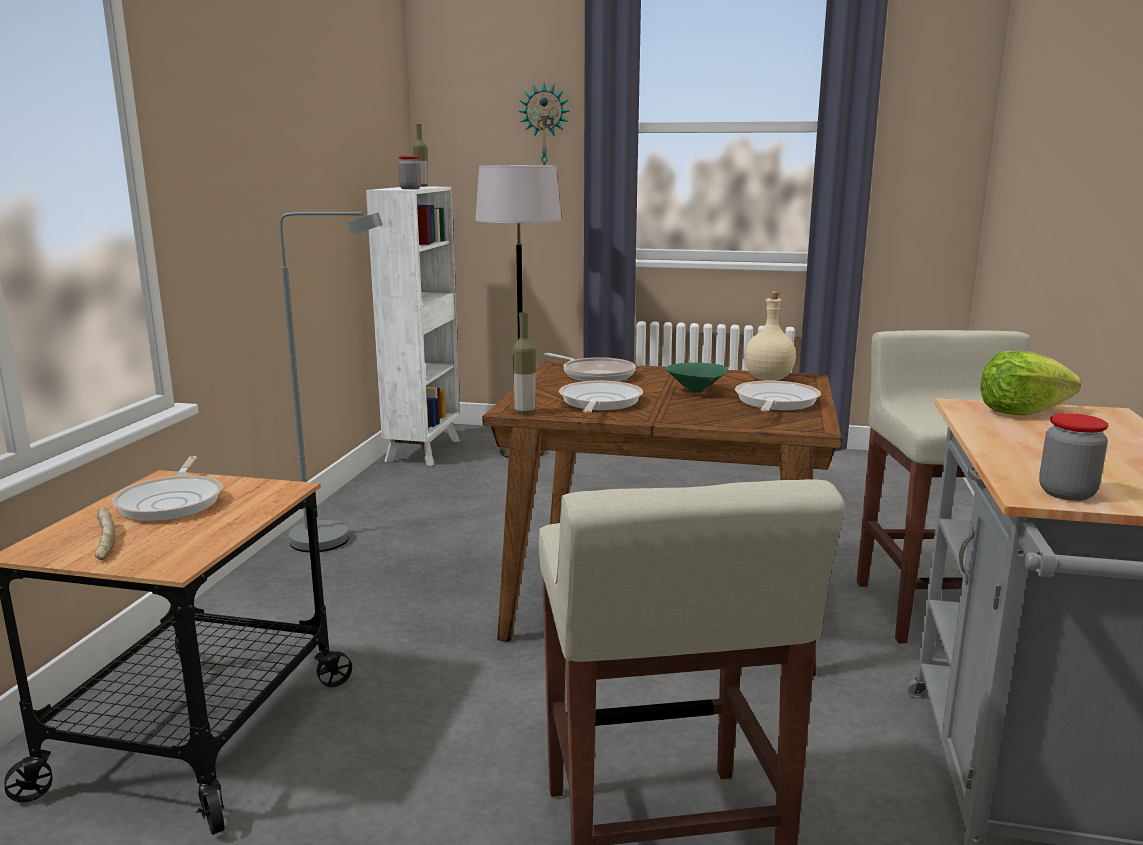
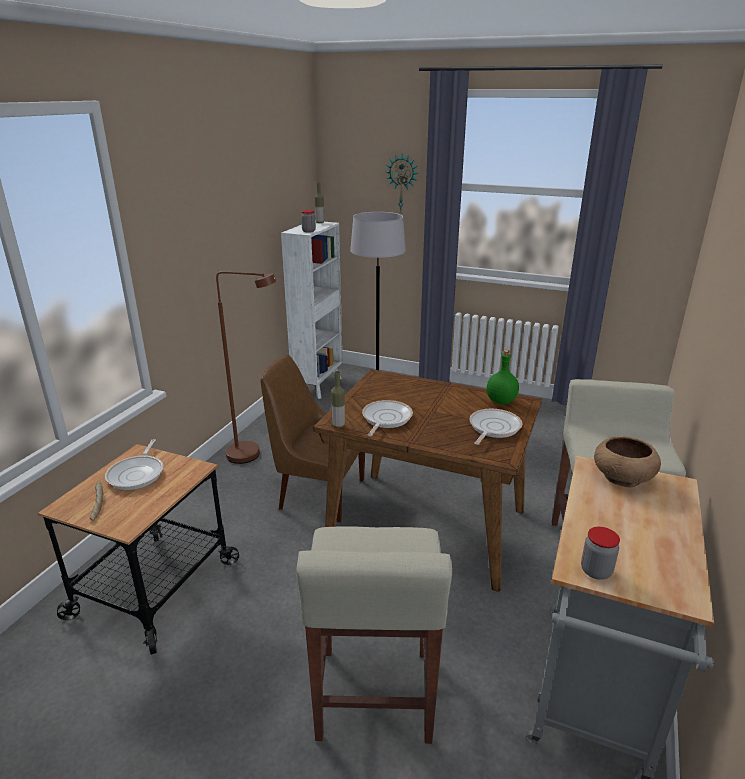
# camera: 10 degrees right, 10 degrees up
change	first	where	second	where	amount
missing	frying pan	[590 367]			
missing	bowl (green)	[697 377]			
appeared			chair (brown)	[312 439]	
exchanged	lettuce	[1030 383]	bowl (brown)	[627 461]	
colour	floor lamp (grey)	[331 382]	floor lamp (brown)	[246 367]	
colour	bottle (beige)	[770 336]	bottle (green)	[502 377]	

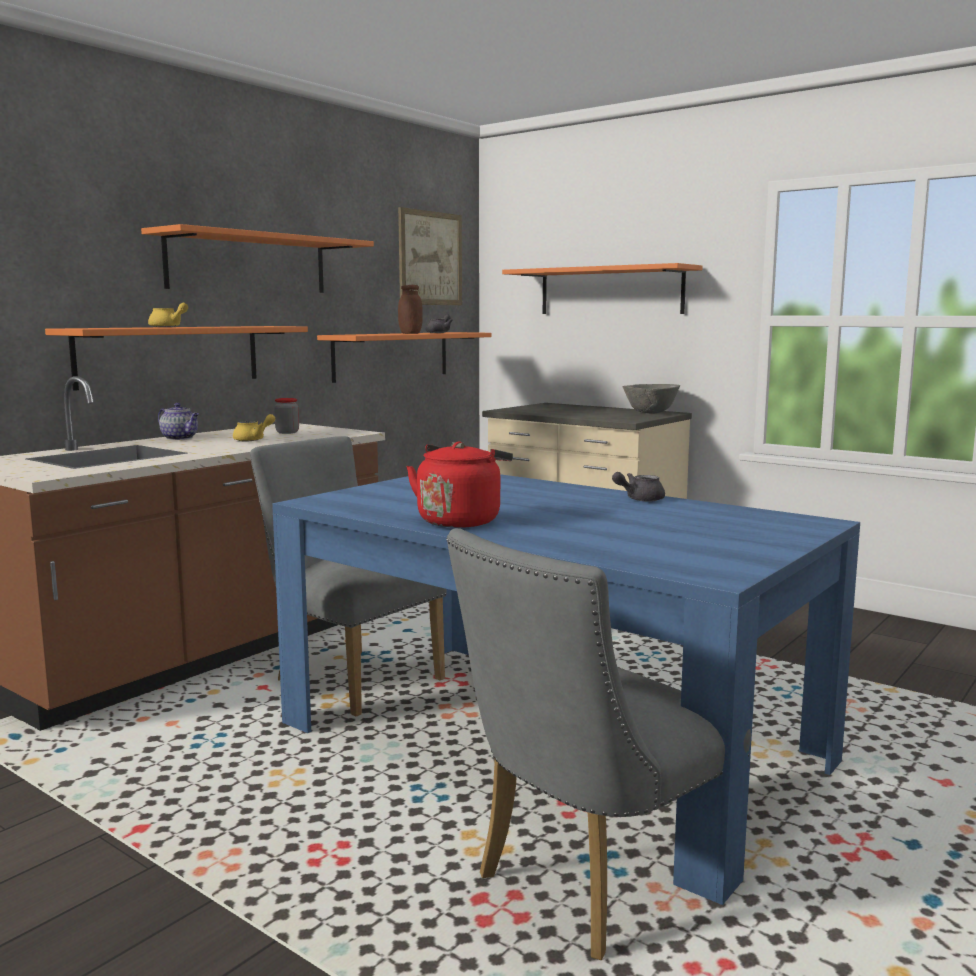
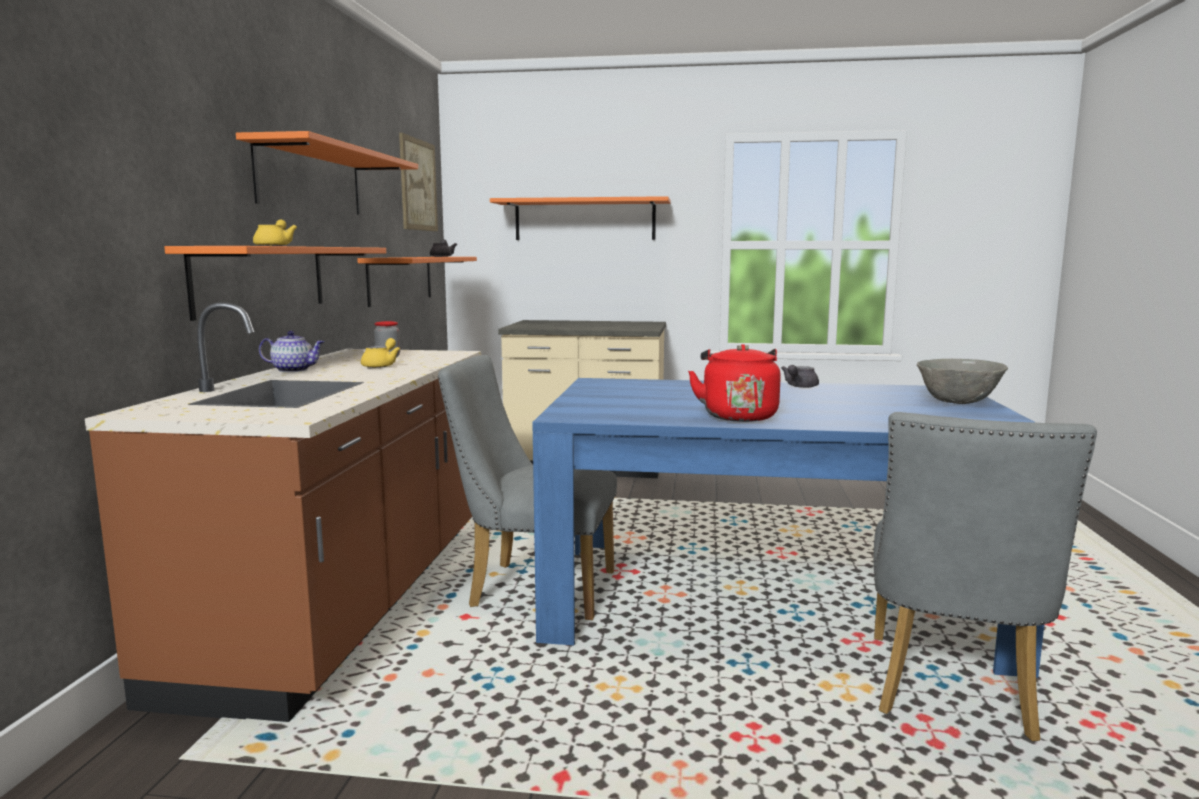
# camera: 30 degrees left, 0 degrees up
change	first	where	second	where	amount
missing	jar (brown)	[410 309]			
relocated	bowl (grey)	[651 398]		[962 381]	

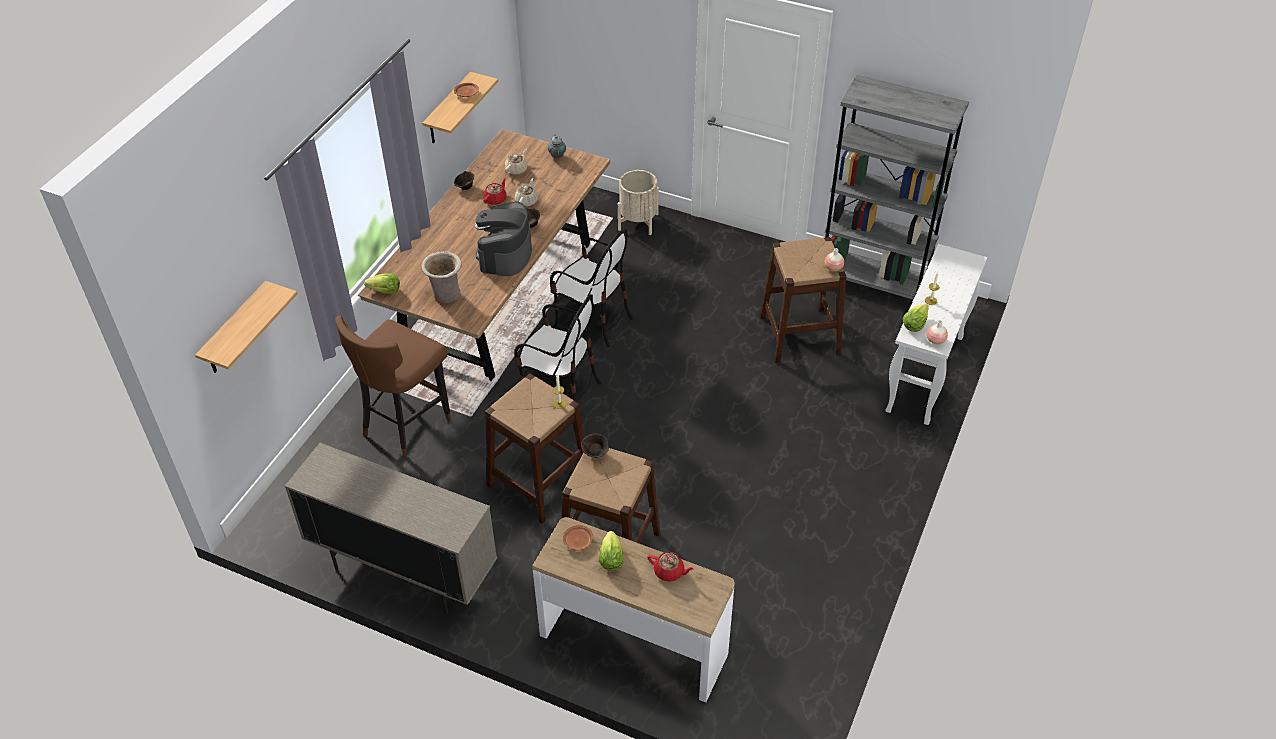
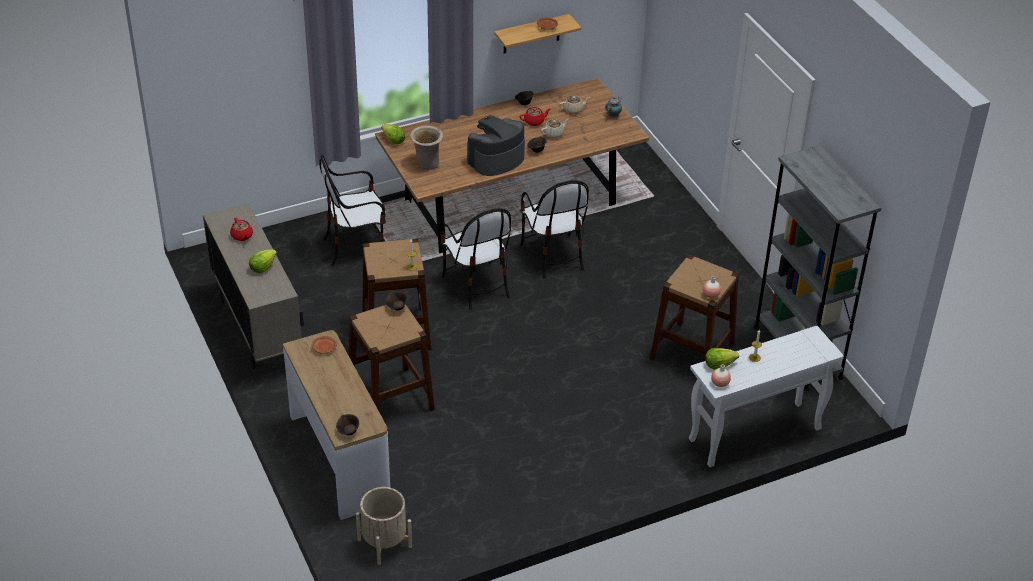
# camera: 40 degrees right, 5 degrees down
change	first	where	second	where	amount
missing	shelf	[246 327]			
appeared			bowl (brown)	[347 424]	
relocated	lettuce	[611 551]		[263 261]	
relocated	planter (beige)	[638 202]		[384 526]	
relocated	teapot (red)	[670 567]		[241 229]	
exchanged	stool (brown)	[393 386]	chair	[352 210]	

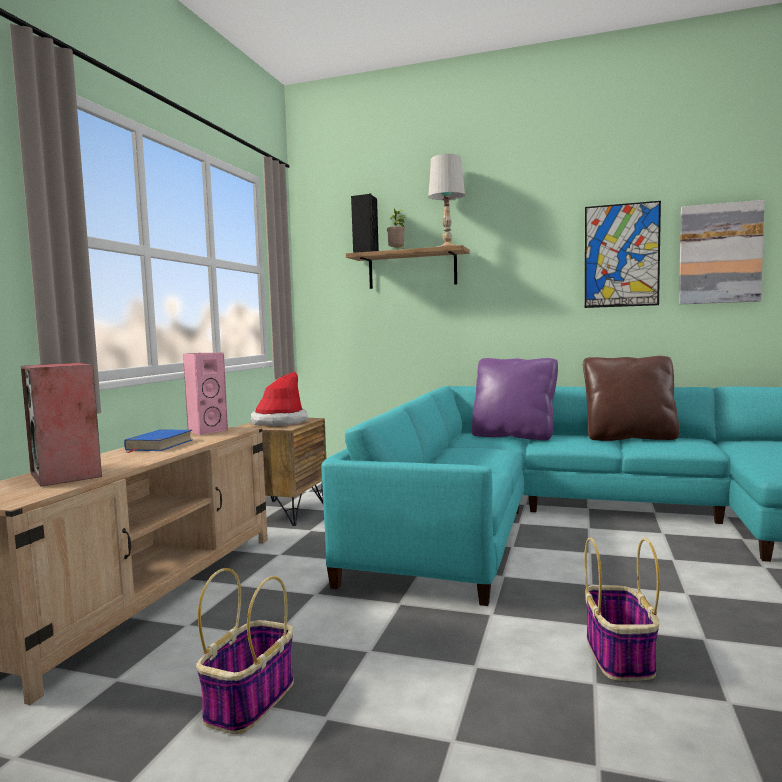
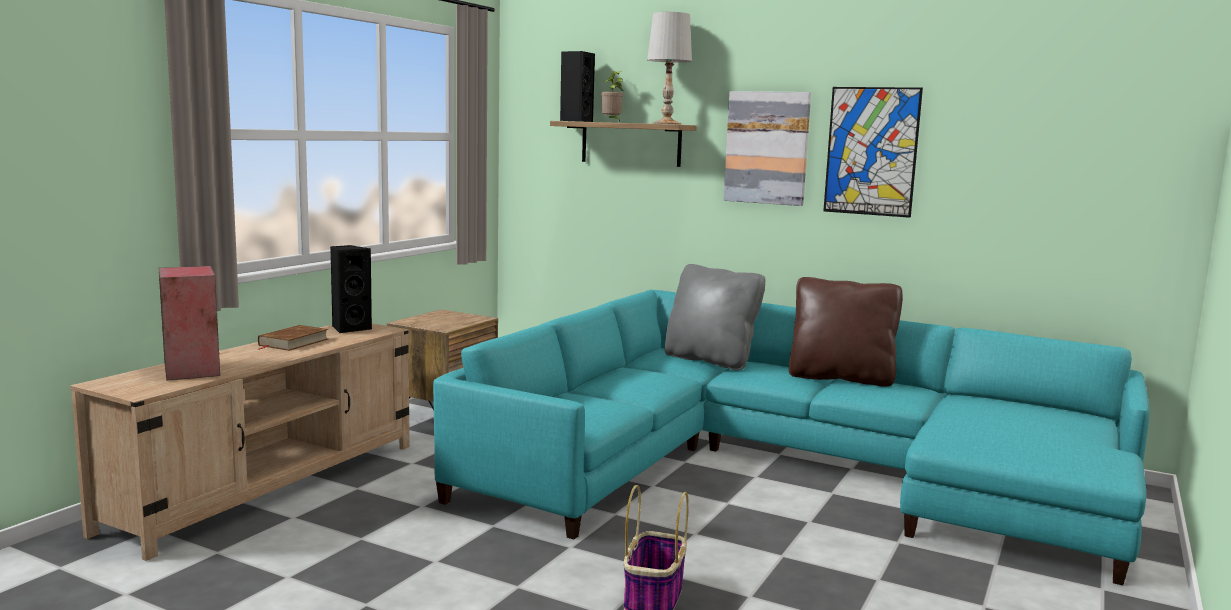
# camera: 10 degrees right, 5 degrees up
change	first	where	second	where	amount
missing	basket	[245 651]			
missing	hat	[279 398]			
relocated	picture	[722 252]		[767 148]	
colour	book (blue)	[158 441]	book (brown)	[293 338]	
colour	speaker (pink)	[205 393]	speaker (black)	[351 289]	
colour	pillow (purple)	[514 399]	pillow (grey)	[714 317]	

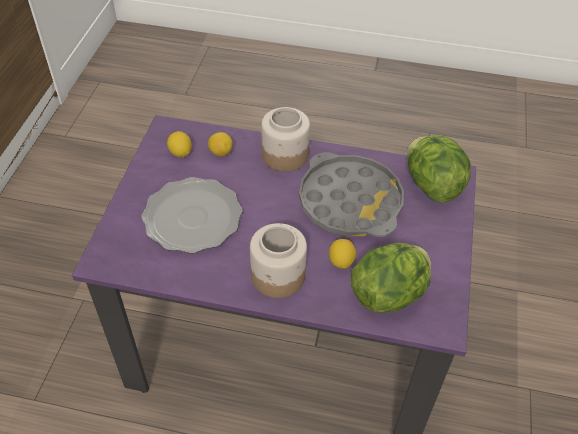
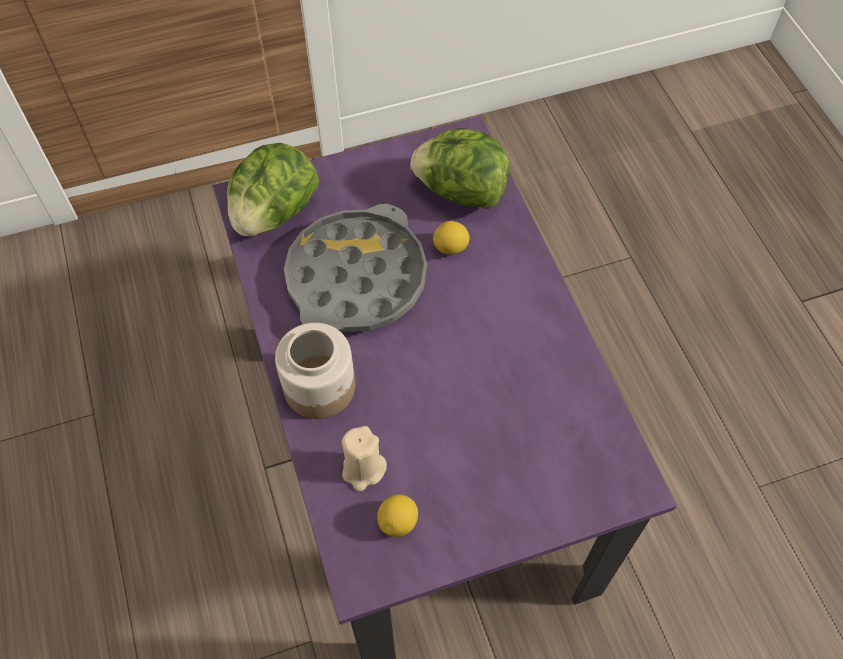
# camera: 120 degrees left, 10 degrees up
change	first	where	second	where	amount
missing	plate	[191 215]			
missing	jar	[278 260]			
exchanged	lemon	[220 144]	candle (beige)	[364 458]	

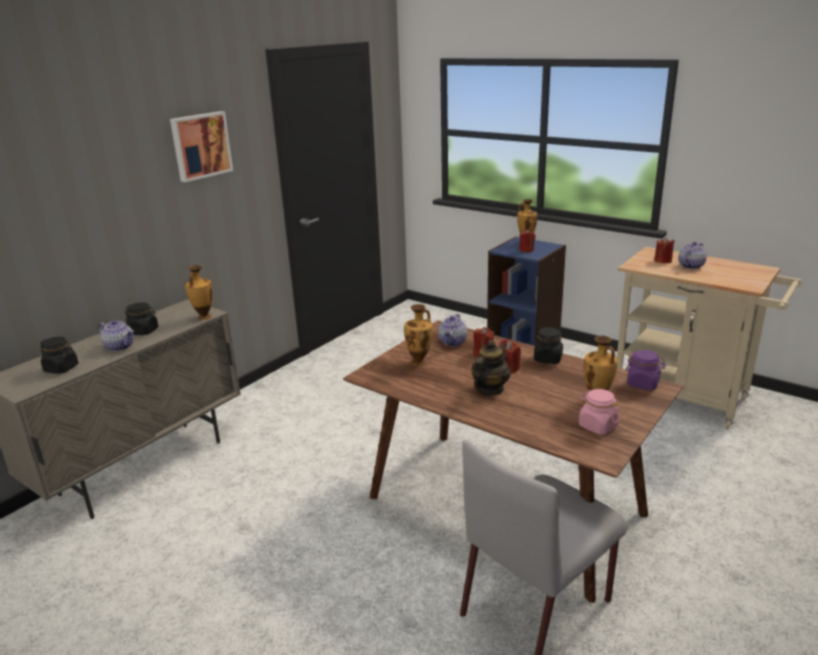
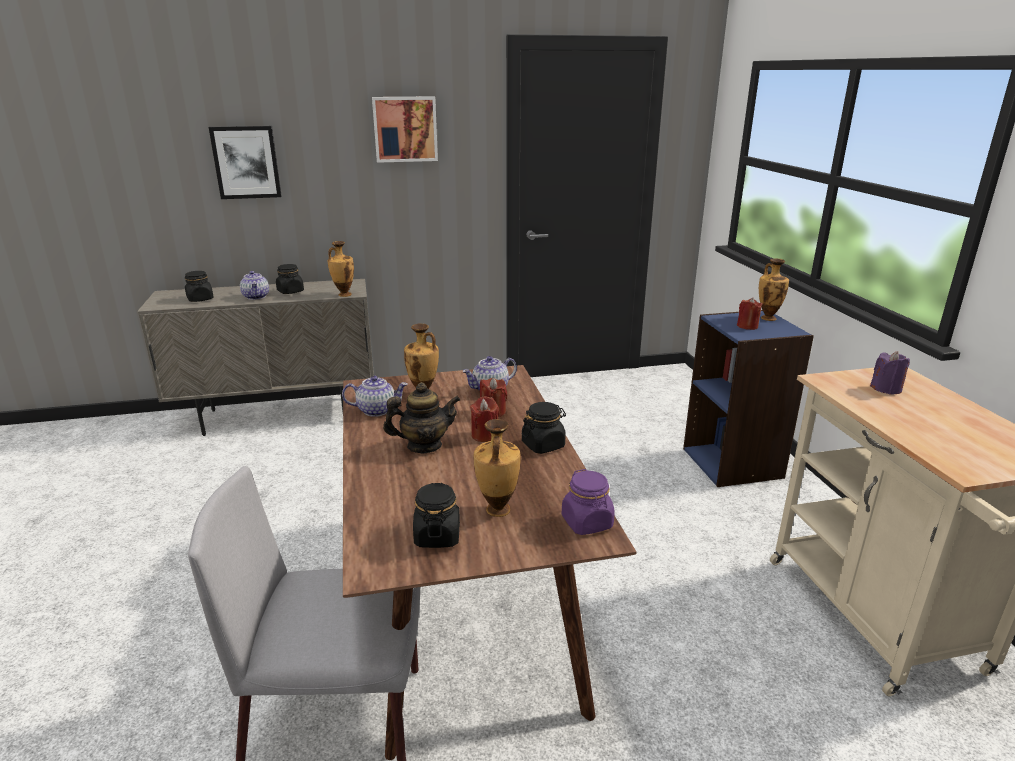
# camera: 40 degrees right, 0 degrees up
change	first	where	second	where	amount
appeared			picture	[245 162]	
relocated	teapot	[693 255]		[375 396]	
colour	jar (pink)	[599 412]	jar (black)	[436 515]	
colour	candle (red)	[664 250]	candle (purple)	[890 373]	

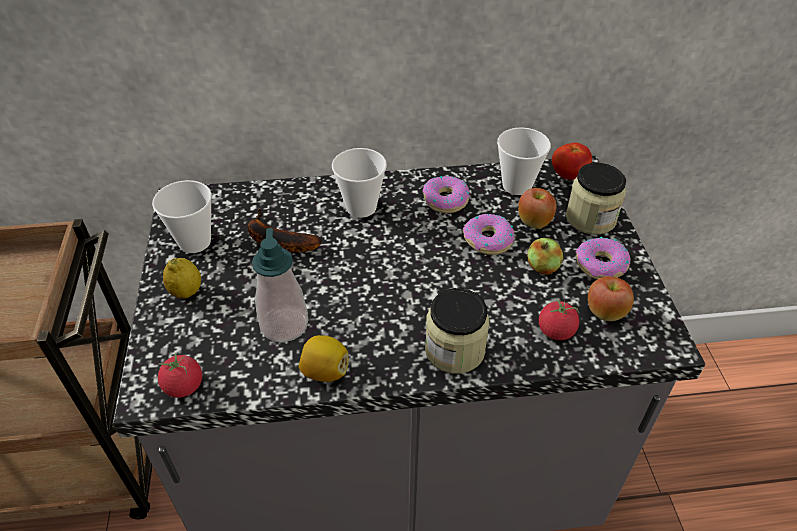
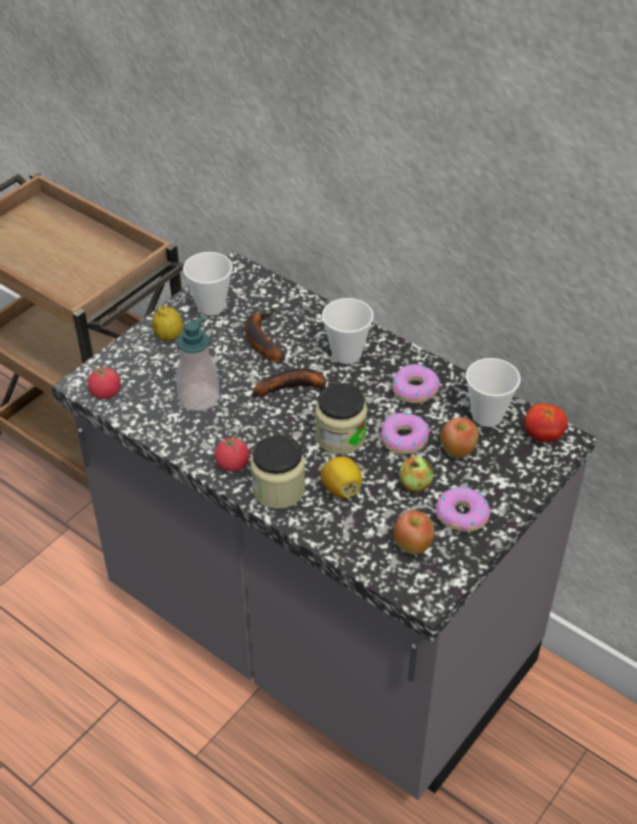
# camera: 45 degrees right, 0 degrees up
change	first	where	second	where	amount
appeared			banana	[289 382]	
relocated	lemon	[324 358]		[341 477]	
relocated	tomato	[559 319]		[232 453]	
relocated	jar	[596 199]		[341 419]	

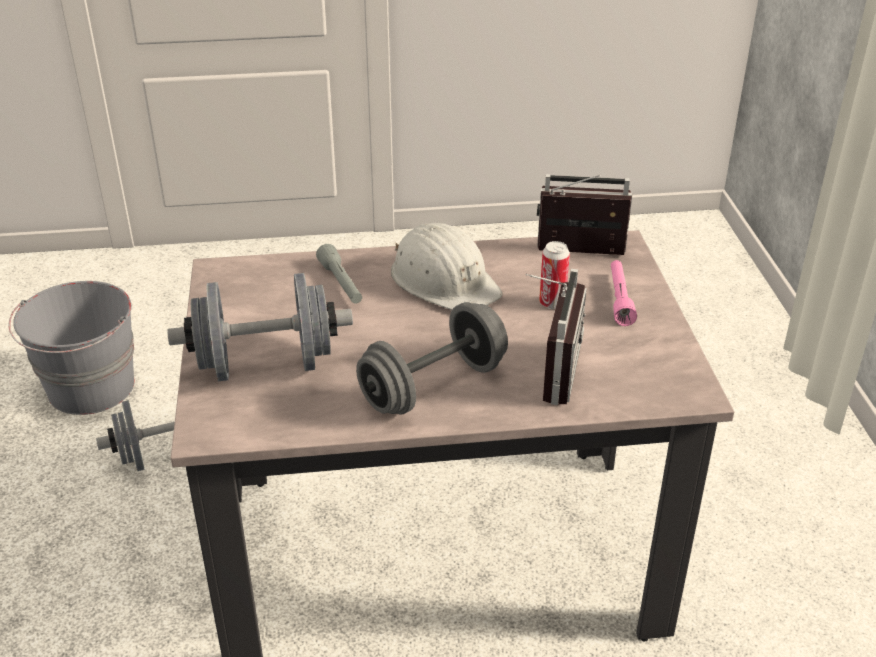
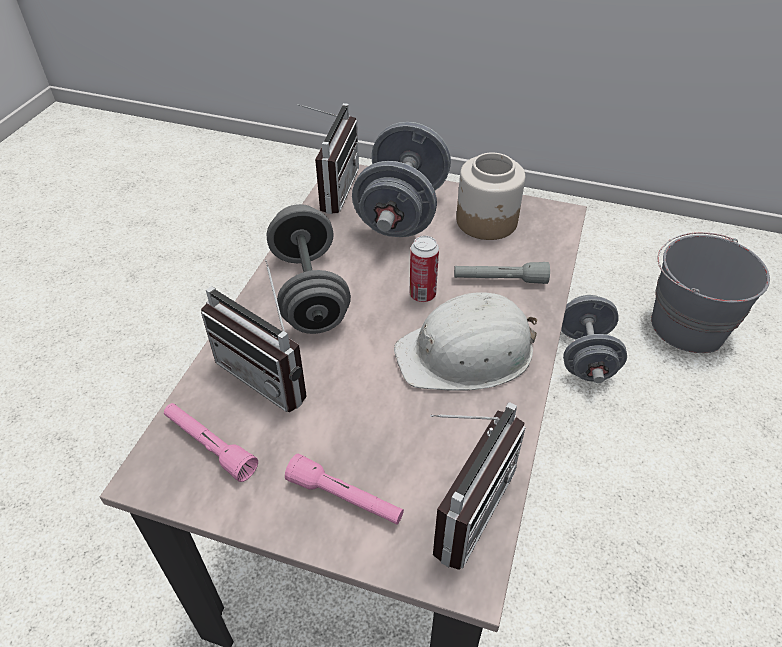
# camera: 115 degrees right, 10 degrees up
change	first	where	second	where	amount
appeared			flashlight (pink)	[211 442]	
appeared			radio	[328 158]	
appeared			jar	[490 196]	
relocated	can	[554 275]		[424 269]	

